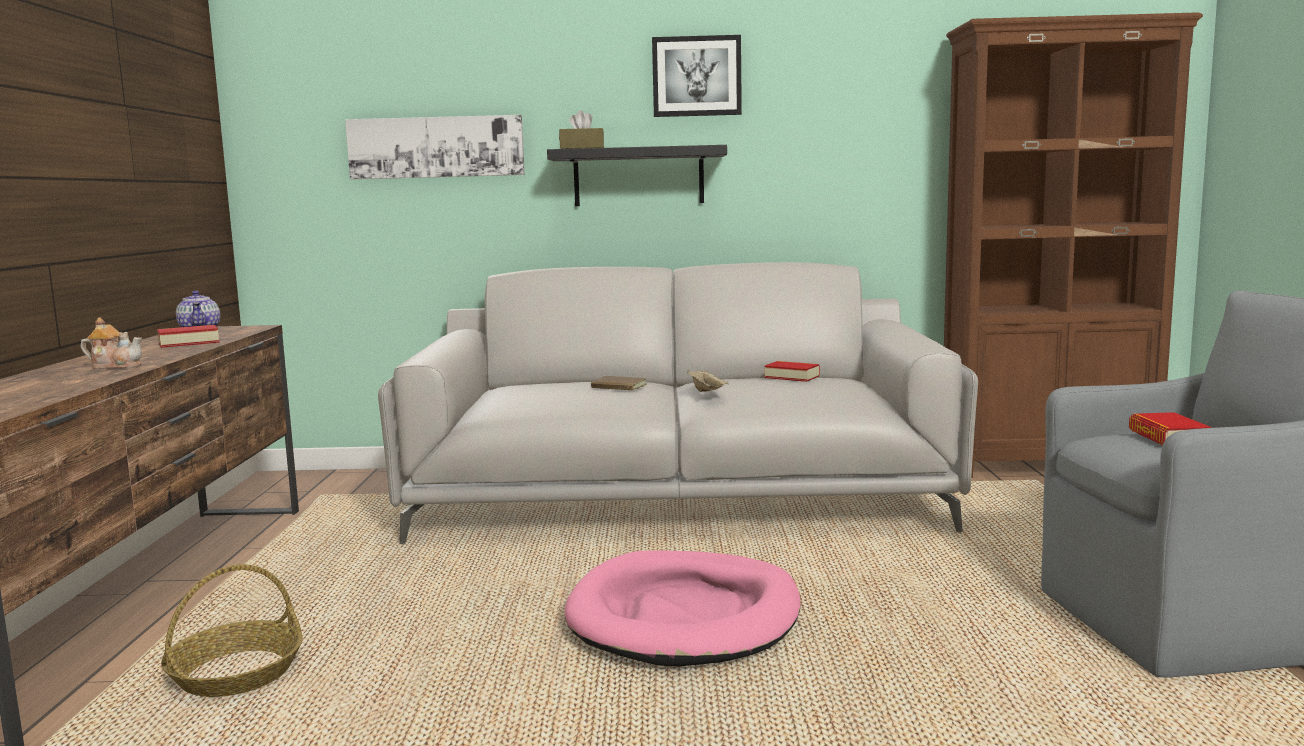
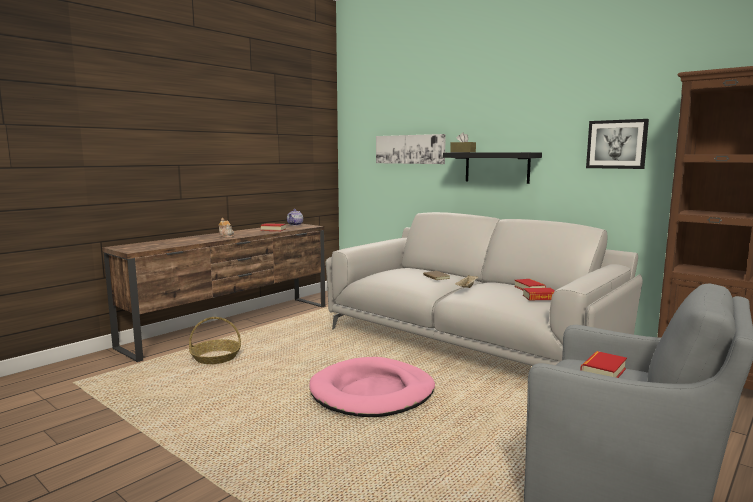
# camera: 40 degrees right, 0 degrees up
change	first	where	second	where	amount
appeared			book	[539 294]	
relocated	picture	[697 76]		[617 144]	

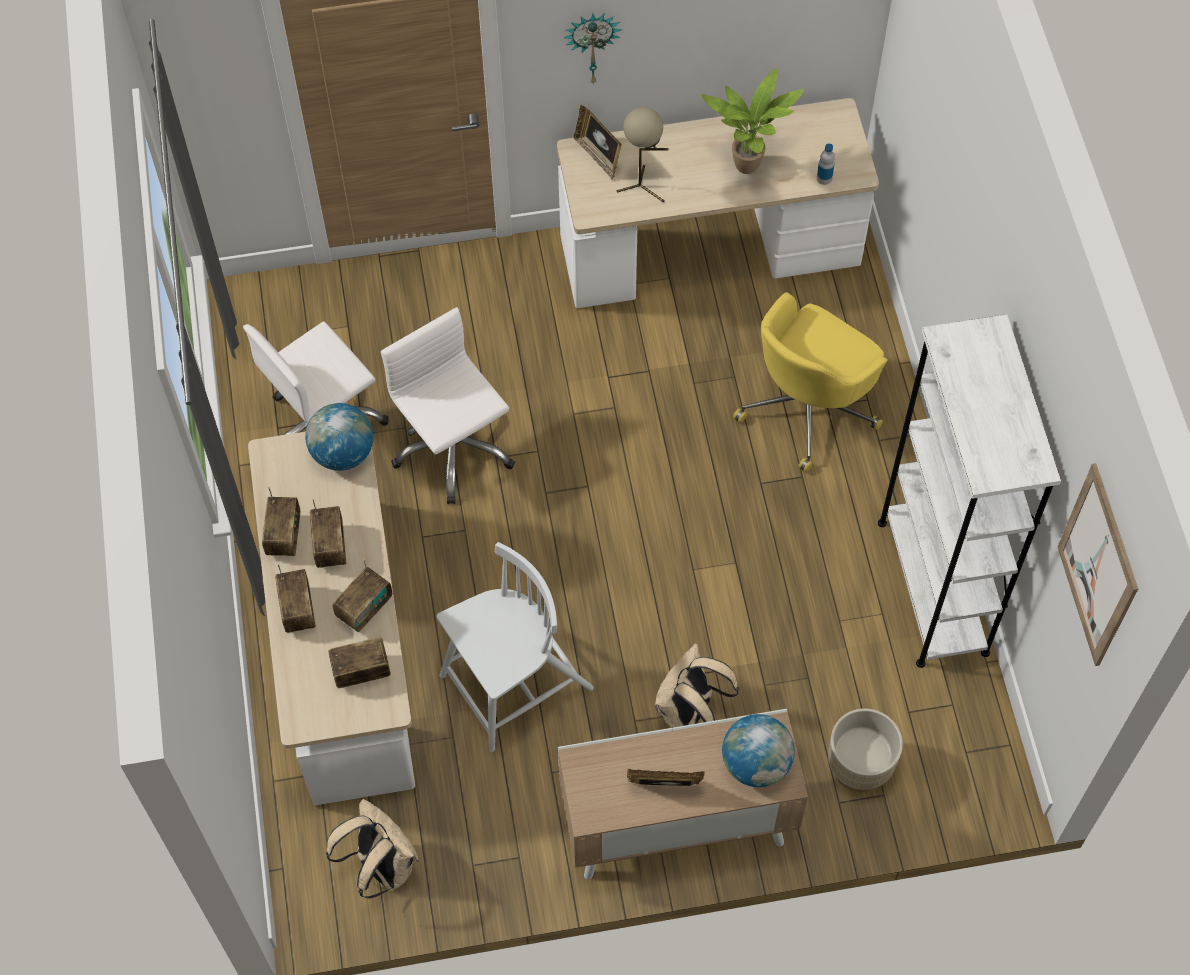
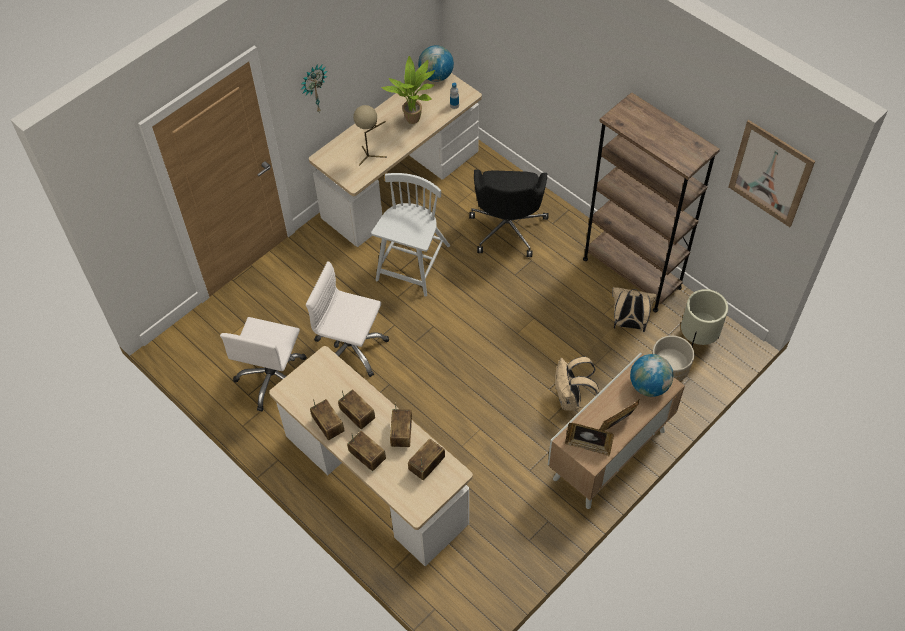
# camera: 35 degrees left, 5 degrees down
change	first	where	second	where	amount
appeared			planter (beige)	[704 318]	
relocated	globe	[339 437]		[436 63]	
relocated	backpack (beige)	[372 848]		[634 309]	
relocated	chair (white)	[515 647]		[410 235]	
relocated	picture frame	[598 142]		[589 439]	
colour	office chair (yellow)	[810 382]	office chair (black)	[509 213]	
colour	bookcase (white)	[969 491]	bookcase (brown)	[651 202]	

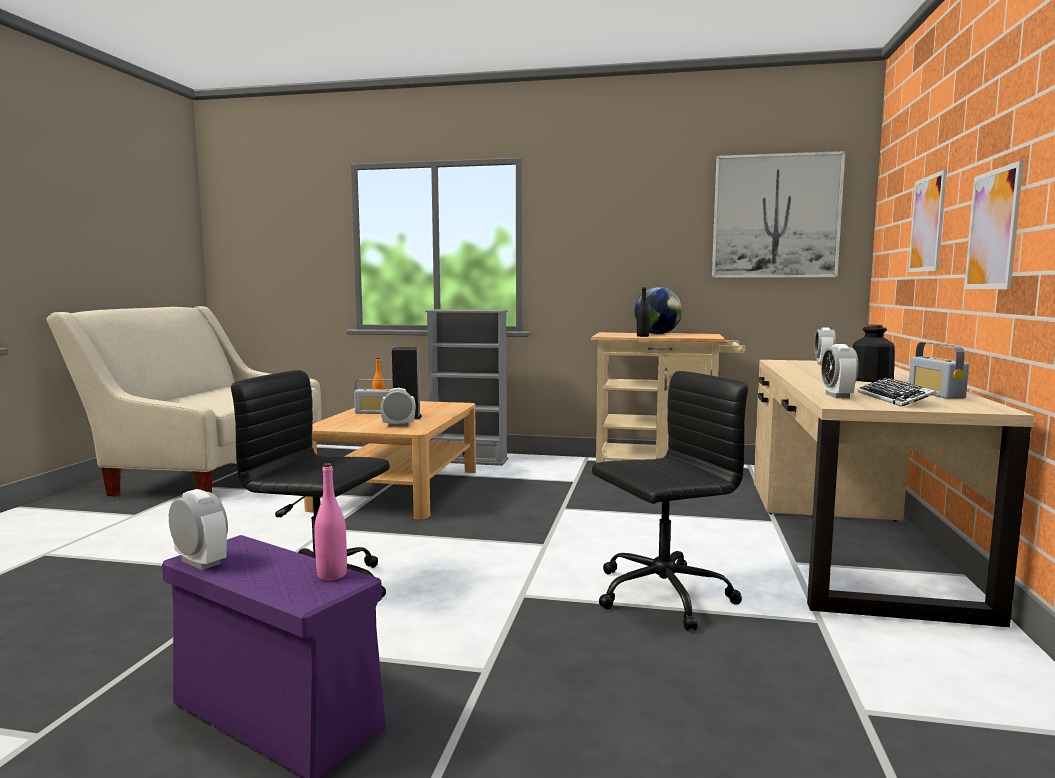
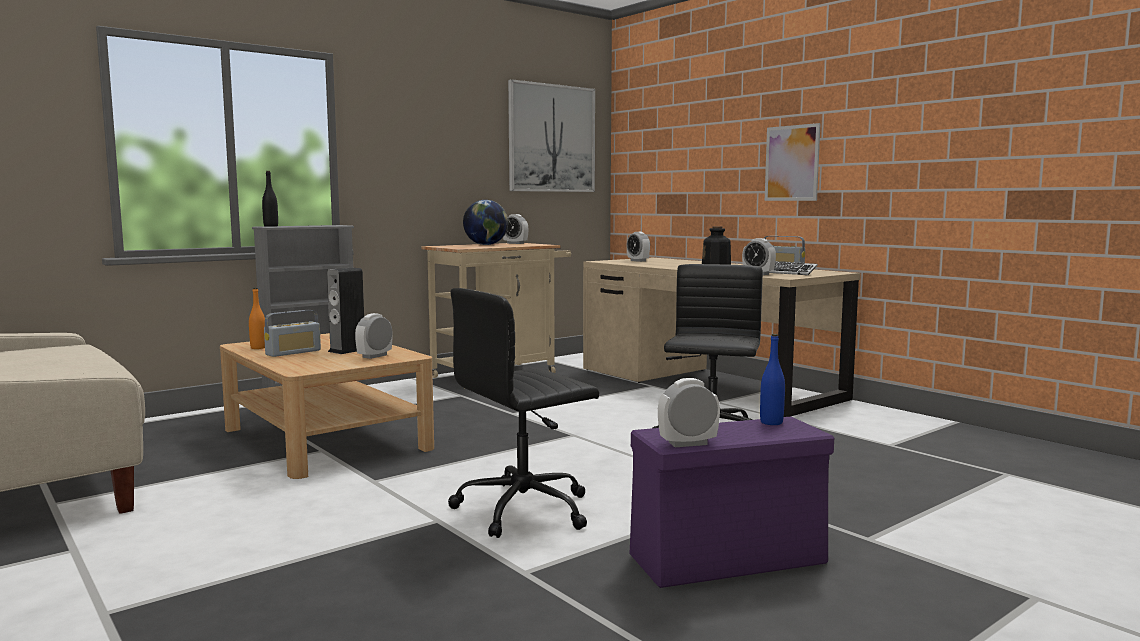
# camera: 50 degrees left, 0 degrees up
change	first	where	second	where	amount
missing	picture	[927 221]			
appeared			alarm clock	[515 229]	
relocated	bottle (black)	[643 312]		[270 199]	
colour	bottle (pink)	[330 522]	bottle (blue)	[772 379]	

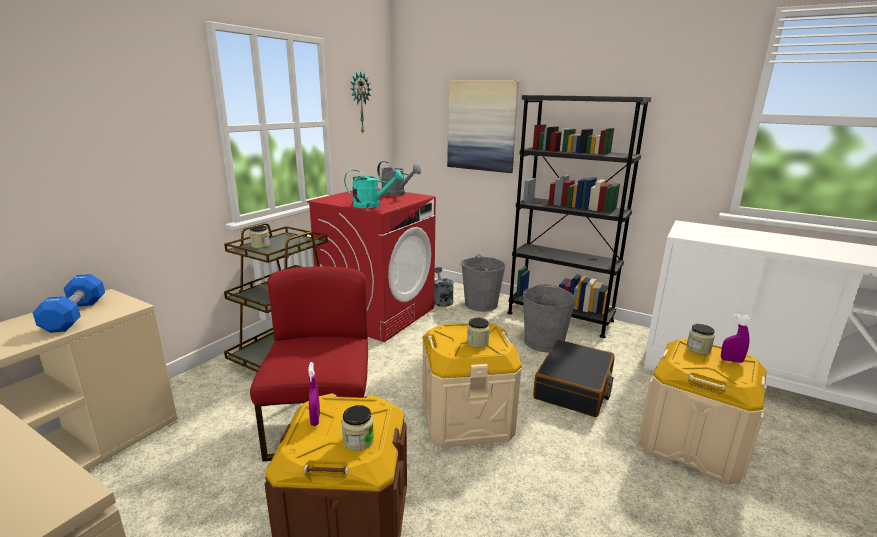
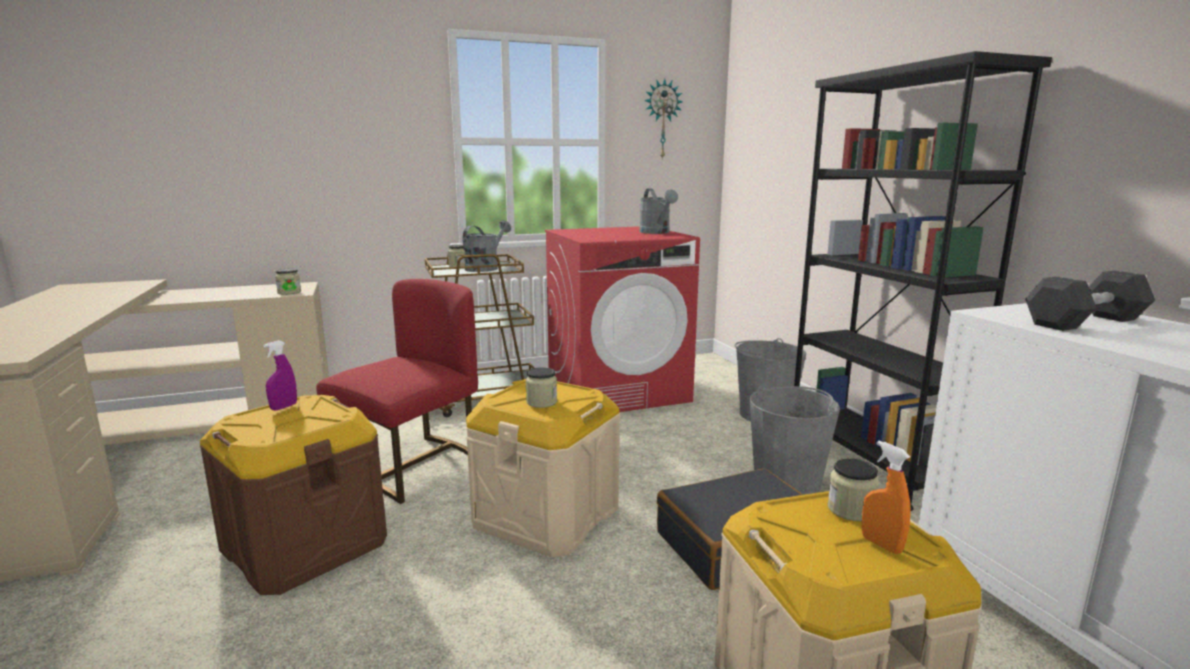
# camera: 40 degrees right, 5 degrees down
change	first	where	second	where	amount
missing	dumbbell (blue)	[69 303]			
missing	watering can (turquoise)	[373 189]			
missing	picture	[483 127]			
appeared			dumbbell (grey)	[1090 301]	
relocated	jar	[357 428]		[288 281]	
relocated	watering can (grey)	[444 287]		[487 246]	
colour	spray bottle (purple)	[736 338]	spray bottle (orange)	[886 497]	

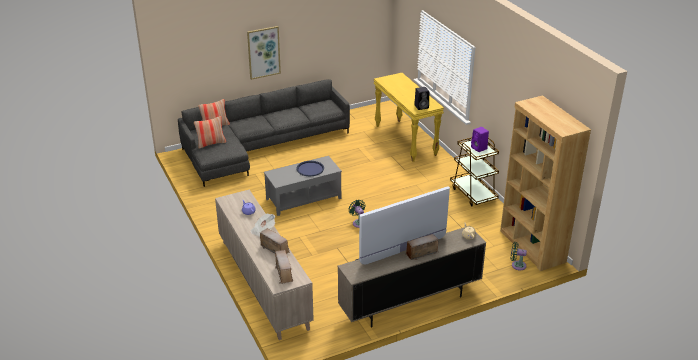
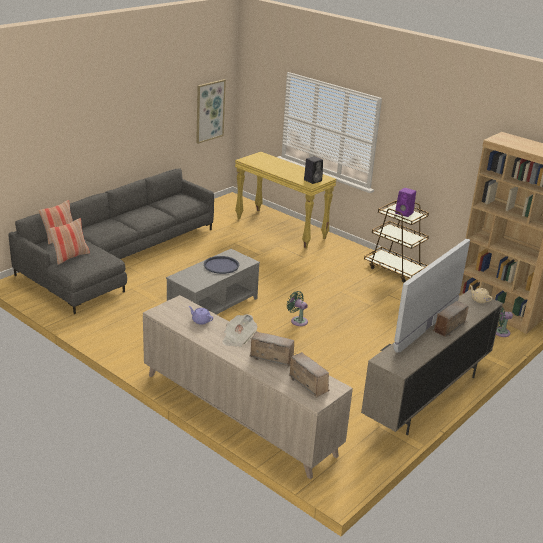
# camera: 25 degrees left, 5 degrees down
change	first	where	second	where	amount
relocated	picture	[264 53]		[211 111]	

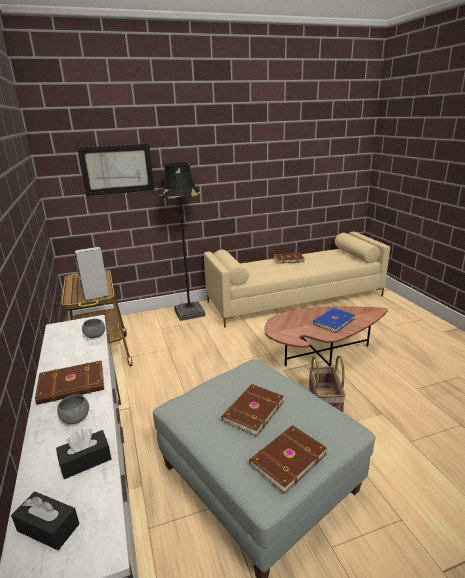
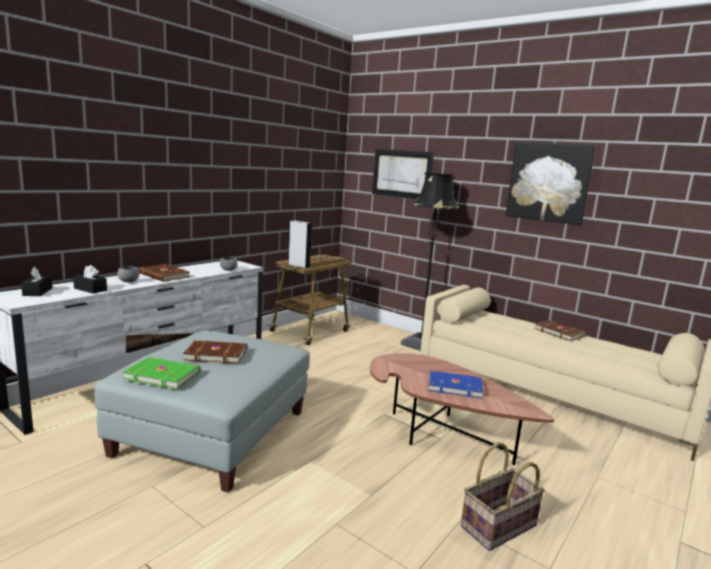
# camera: 55 degrees right, 10 degrees down
change	first	where	second	where	amount
appeared			picture	[551 183]	
relocated	basket	[327 383]		[503 496]	
colour	book (brown)	[288 459]	book (green)	[162 373]	

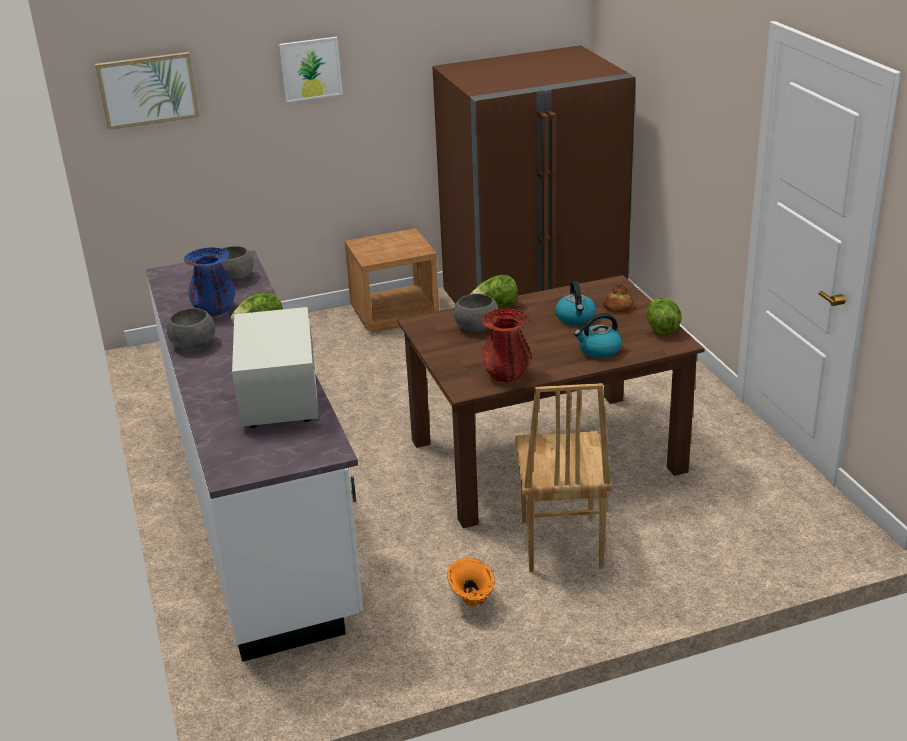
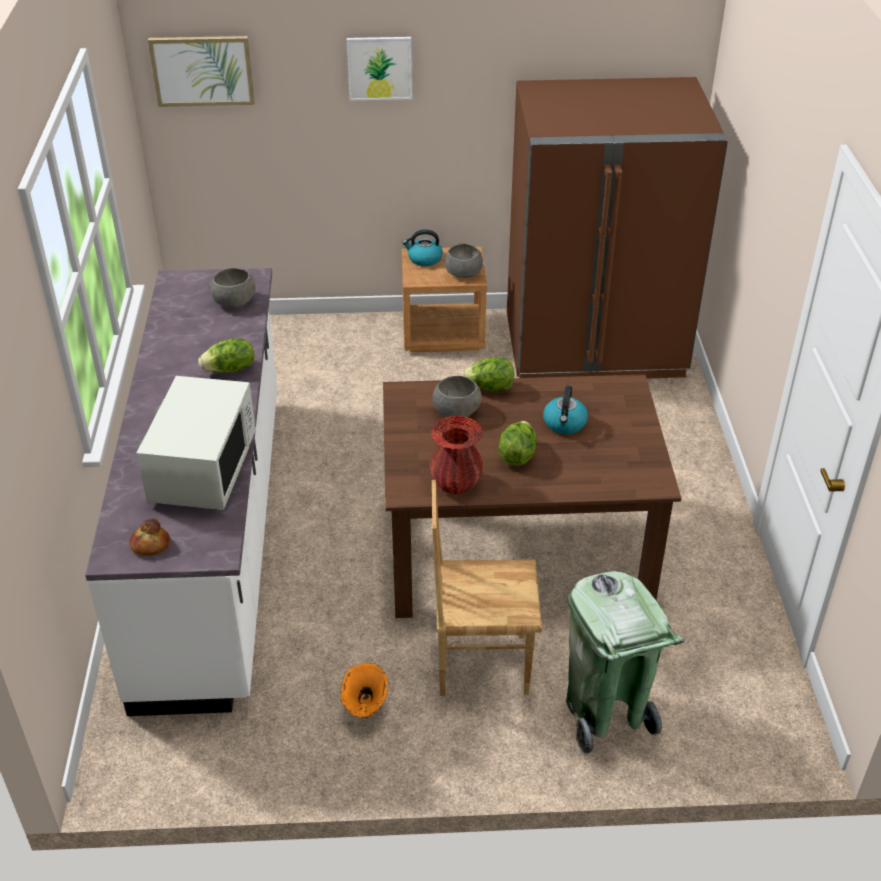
# camera: 15 degrees right, 10 degrees up
change	first	where	second	where	amount
missing	vase (blue)	[209 281]			
appeared			trash can (green)	[625 663]	
relocated	bowl (grey)	[191 328]		[464 261]	
relocated	kettle	[598 335]		[422 248]	
relocated	bread	[618 298]		[149 537]	
relocated	lettuce	[664 316]		[517 443]	
spun	chair (brown)	[563 477]		[487 588]	75 degrees clockwise

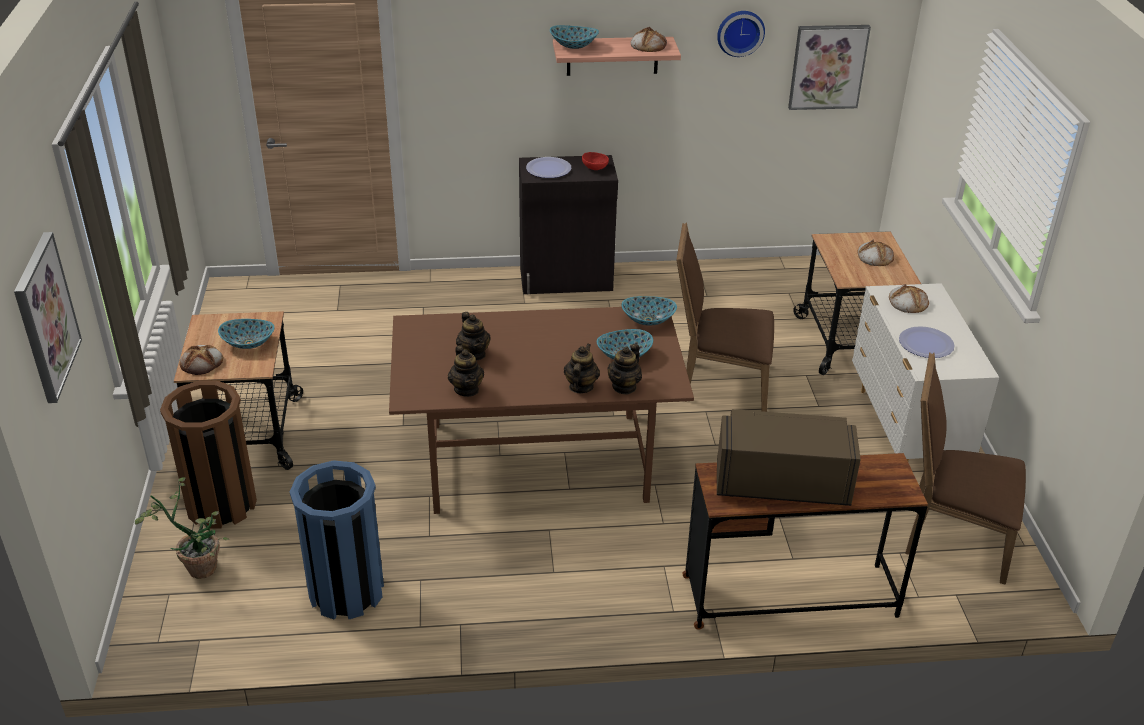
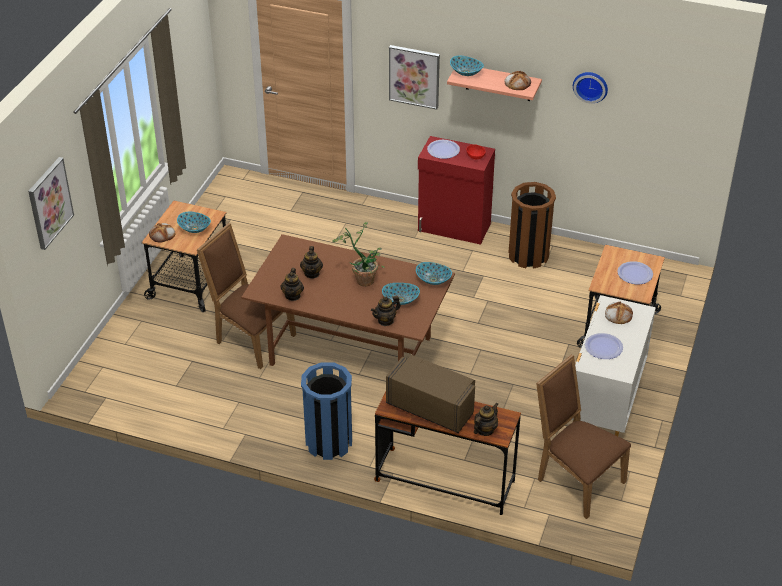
# camera: 25 degrees right, 5 degrees up
change	first	where	second	where	amount
relocated	potted plant	[182 528]		[359 254]	
relocated	trash can (brown)	[208 454]		[532 225]	
relocated	trash can (blue)	[337 540]		[326 411]	
relocated	teapot	[582 368]		[486 419]	
relocated	chair (brown)	[725 317]		[246 296]	
relocated	picture	[829 67]		[414 77]	
exchanged	bread	[875 253]	plate	[635 272]	
colour	cabinet (black)	[568 224]	cabinet (red)	[456 190]	

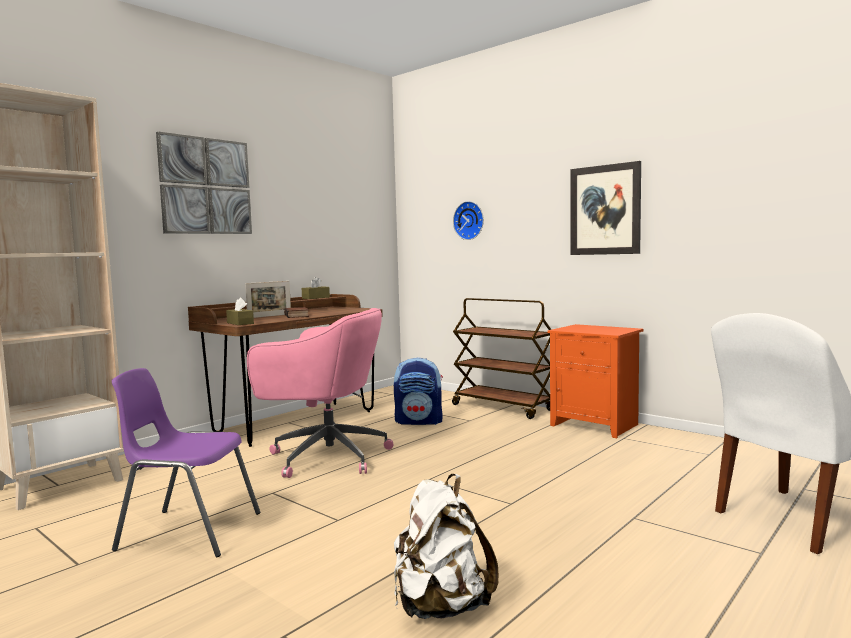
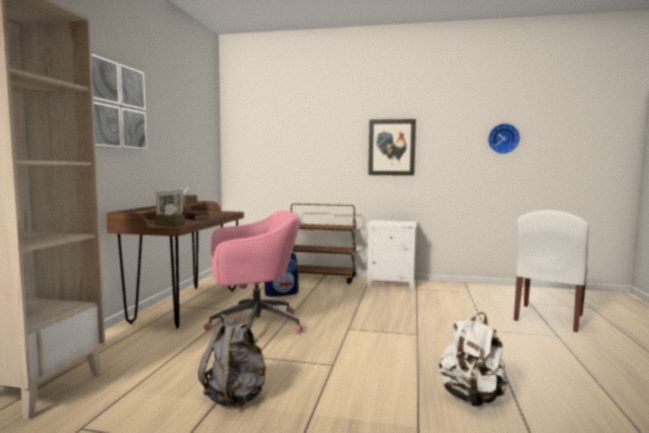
# camera: 30 degrees left, 0 degrees up
change	first	where	second	where	amount
relocated	wall clock	[468 220]		[504 138]	
exchanged	chair (purple)	[186 462]	backpack (grey)	[232 360]	
colour	nightstand (orange)	[596 381]	nightstand (white)	[392 255]	

